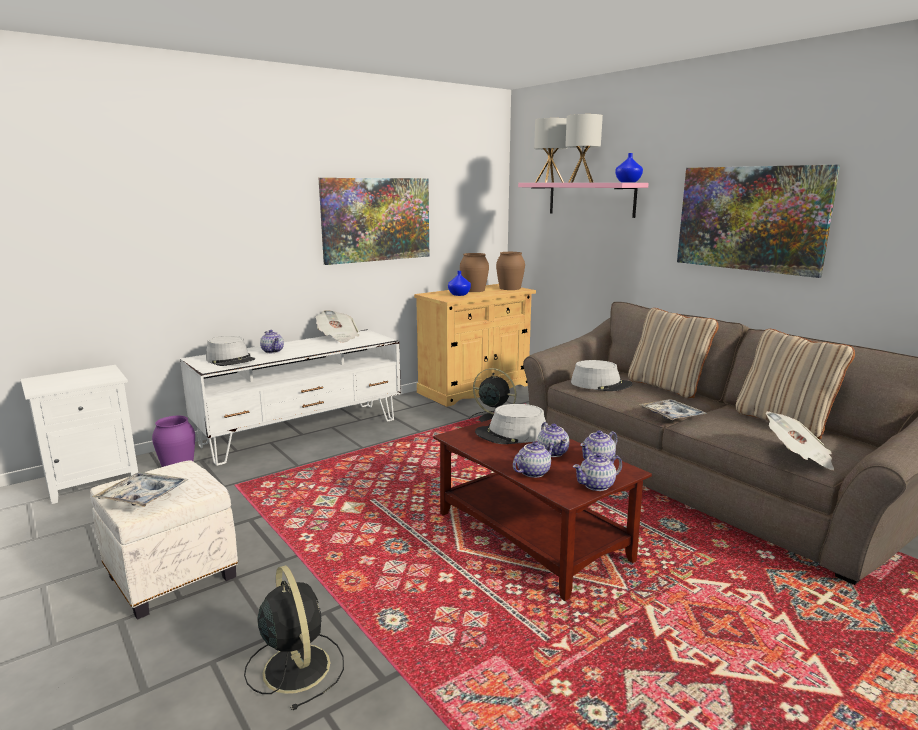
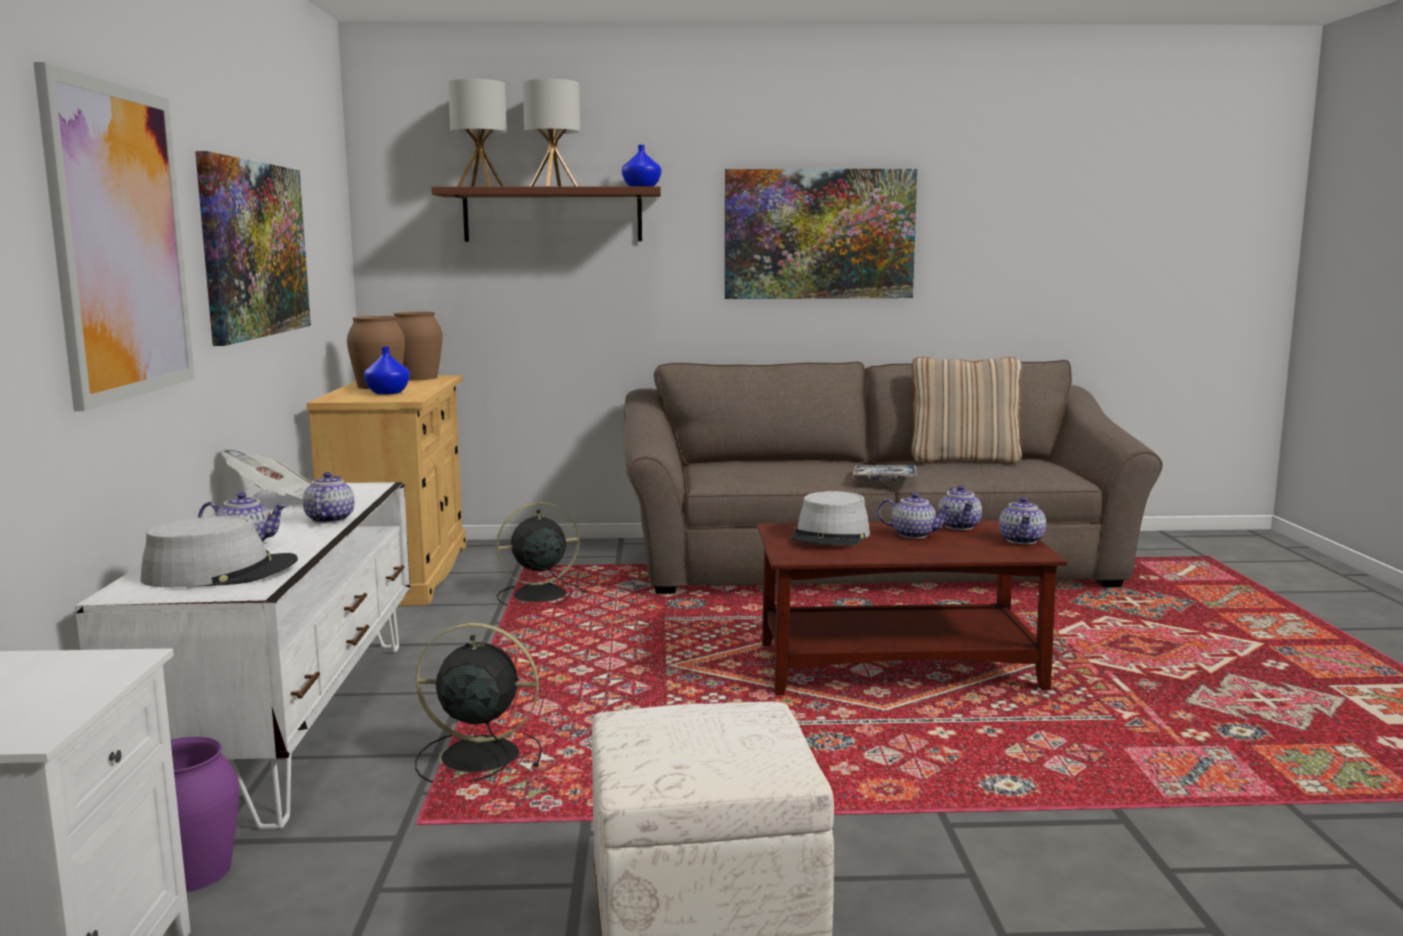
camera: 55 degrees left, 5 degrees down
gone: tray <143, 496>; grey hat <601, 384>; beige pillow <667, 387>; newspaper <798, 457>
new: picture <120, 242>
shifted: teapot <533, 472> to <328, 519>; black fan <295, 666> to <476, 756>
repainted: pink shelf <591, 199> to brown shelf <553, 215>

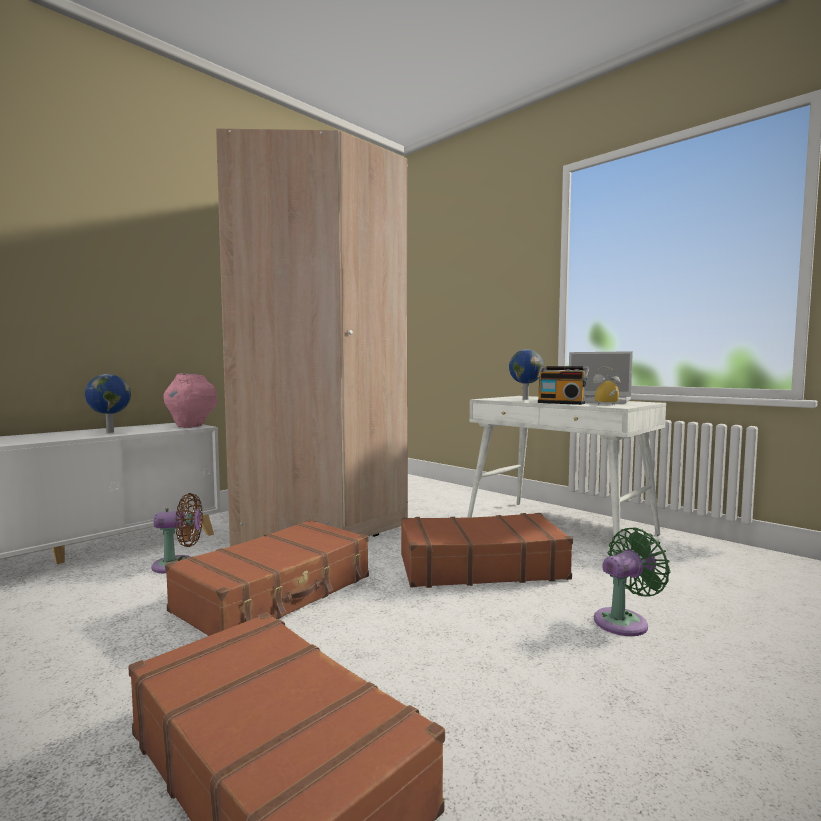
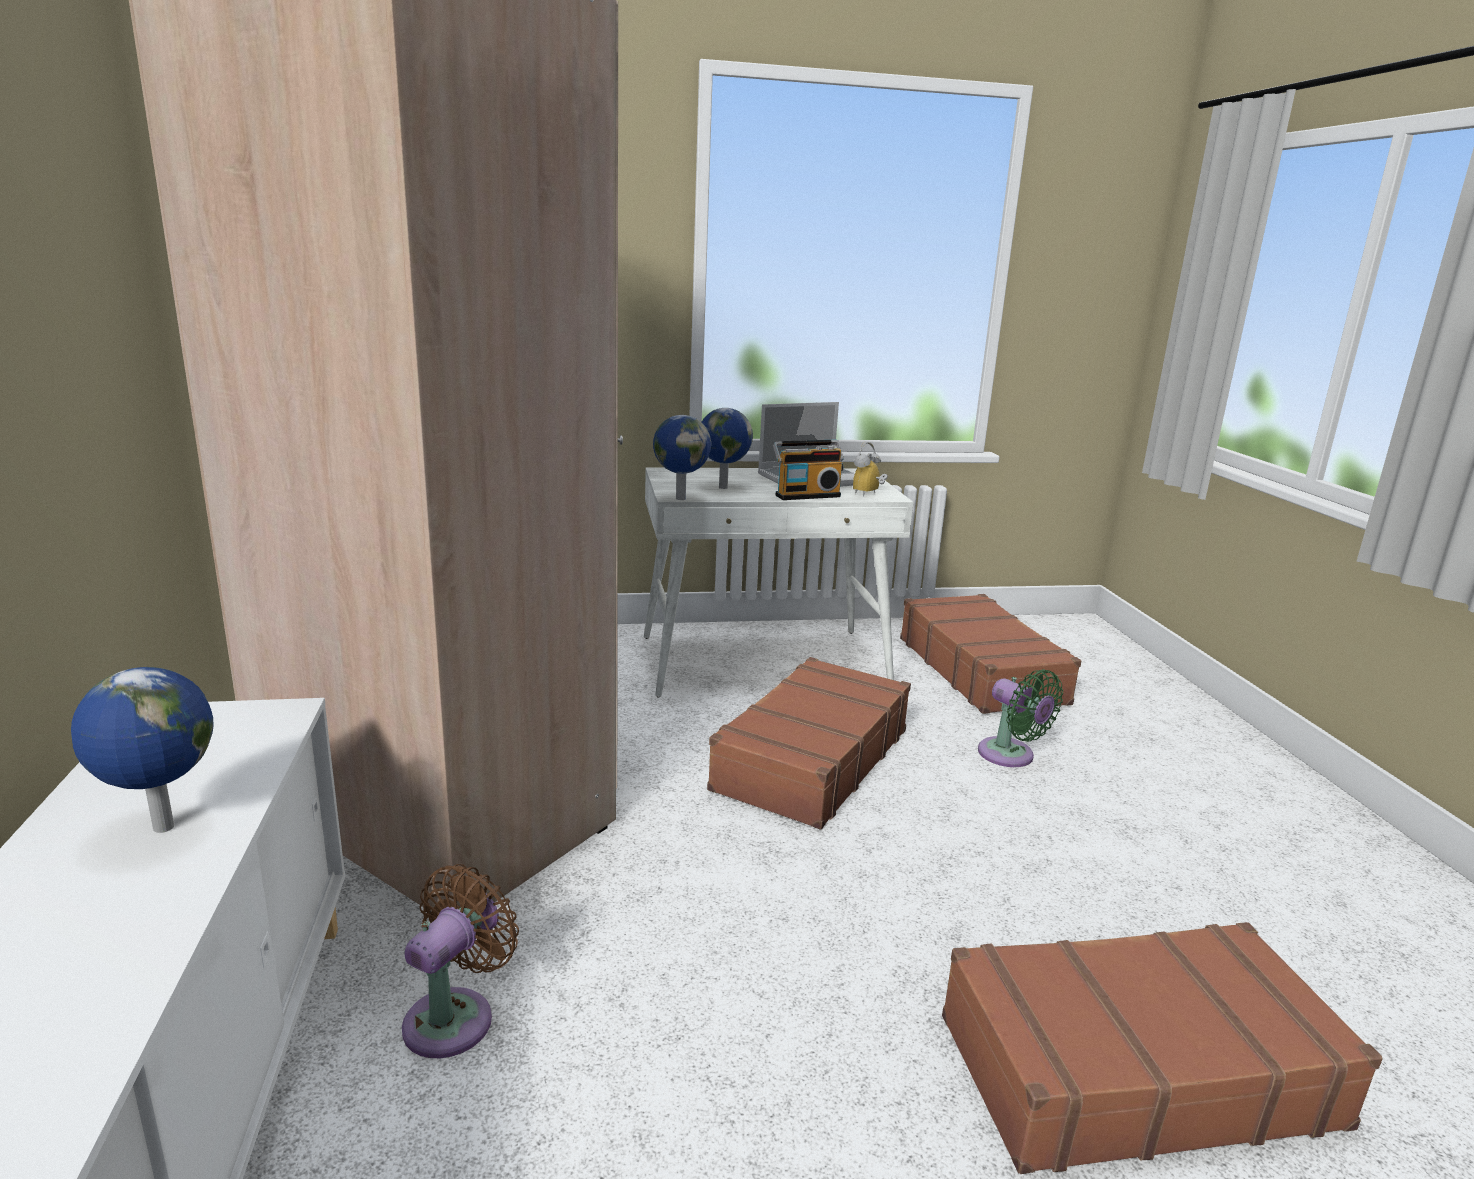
camera: 55 degrees left, 15 degrees up
gone: pink vase <191, 426>
new: globe <680, 498>
shifted: brown suitcase <277, 594> to <981, 670>
rotated: green fan <625, 621> = <1010, 756> 135 degrees clockwise

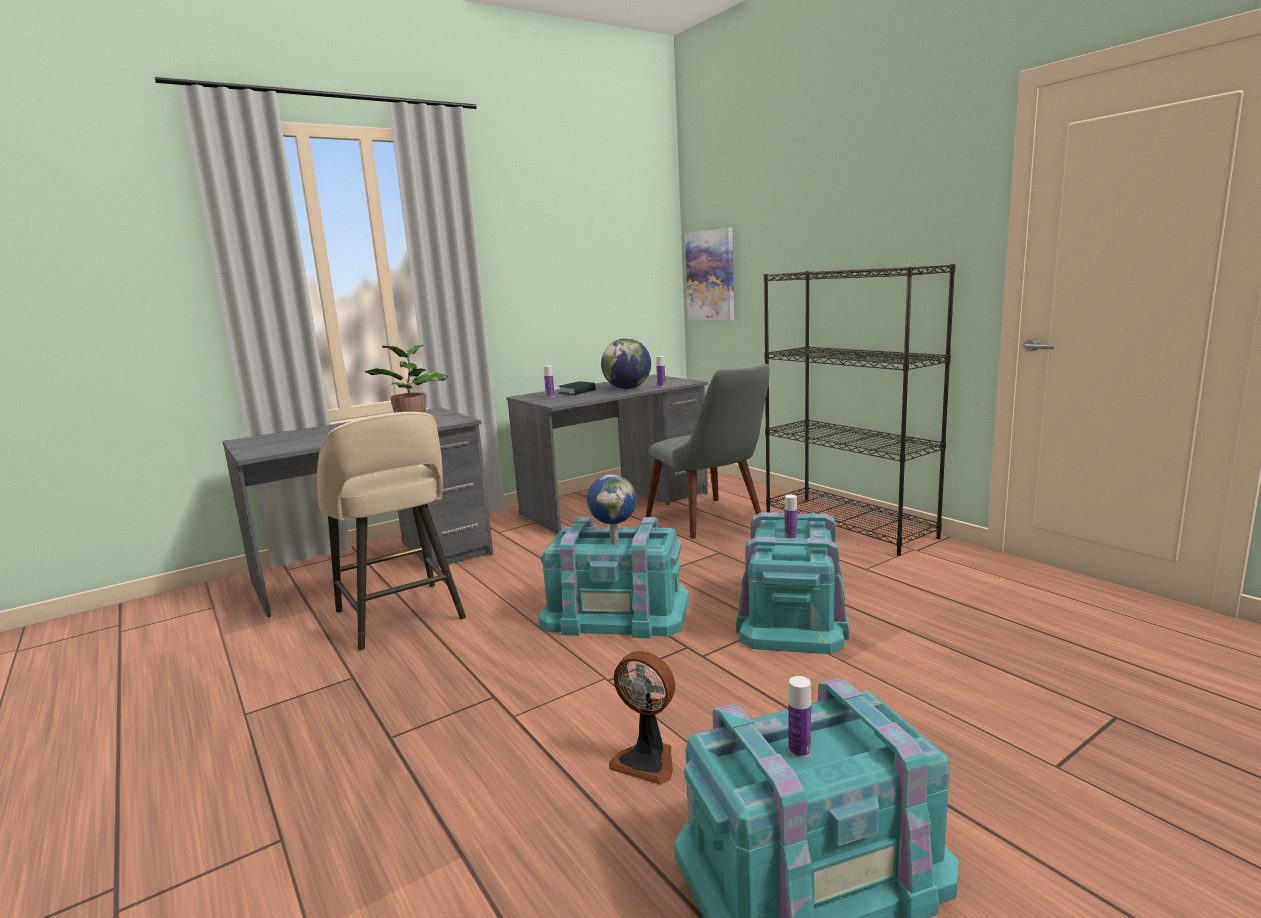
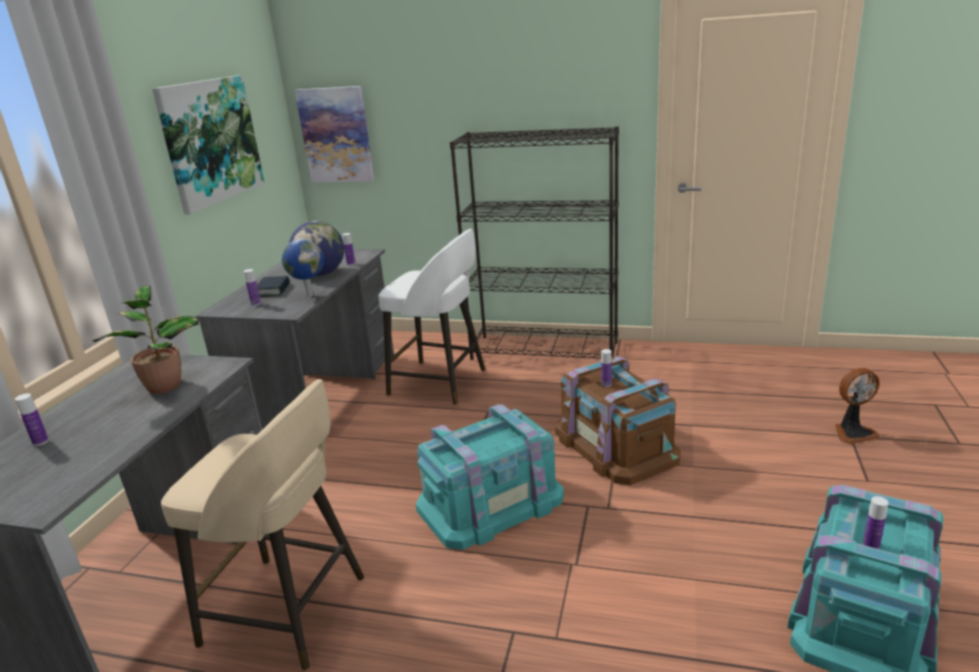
camera: 40 degrees left, 10 degrees up
new: bottle <40, 442>; picture <210, 141>
shifted: globe <614, 544> to <309, 295>; fan <647, 760> to <852, 433>
swapped: grey chair <713, 521> to white stool <440, 383>
repainted: turquoise storage box <793, 615> to brown storage box <616, 444>

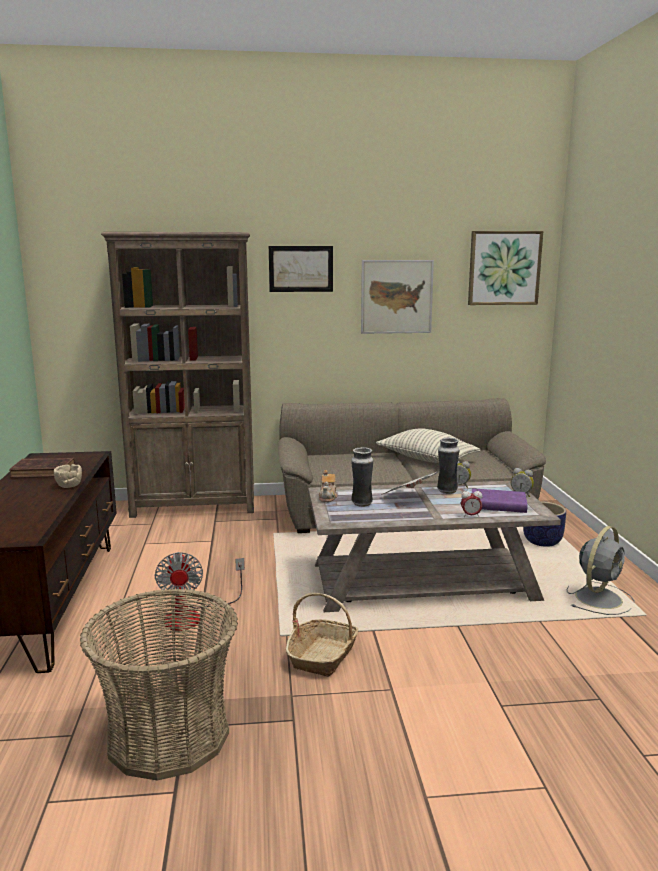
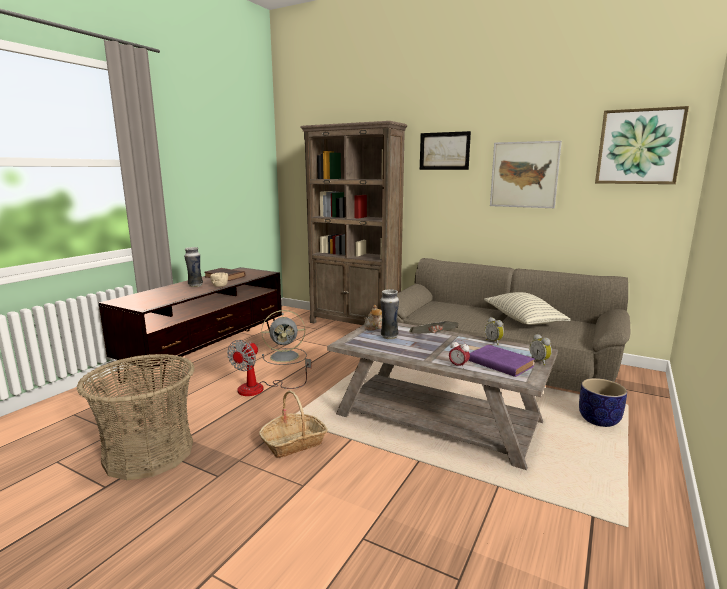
camera: 35 degrees right, 0 degrees up
shifted: vase <446, 491> to <195, 285>; grey fan <599, 598> to <286, 356>

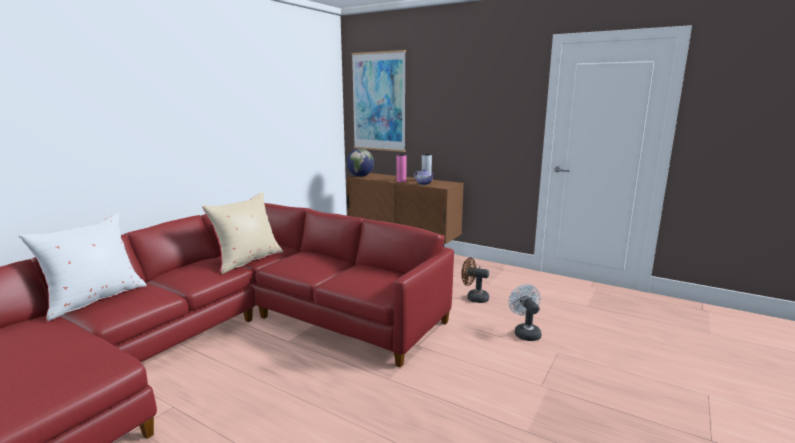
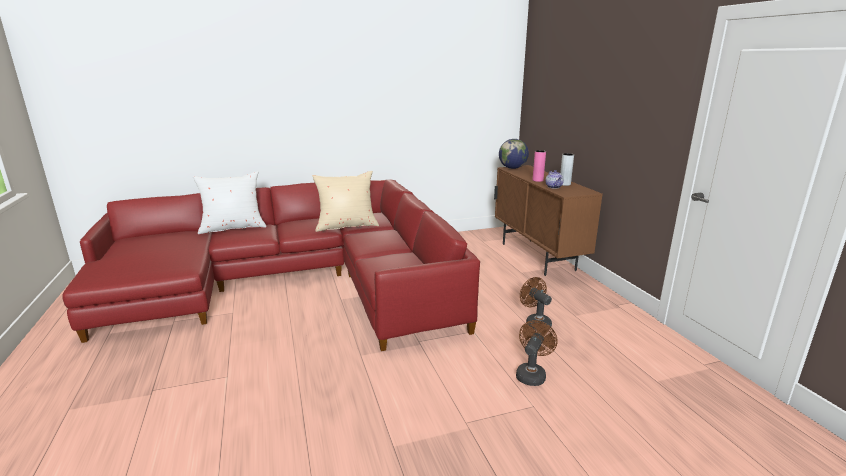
camera: 40 degrees right, 5 degrees up
gone: picture <379, 102>
repainted: white fan <525, 332> to brown fan <532, 374>

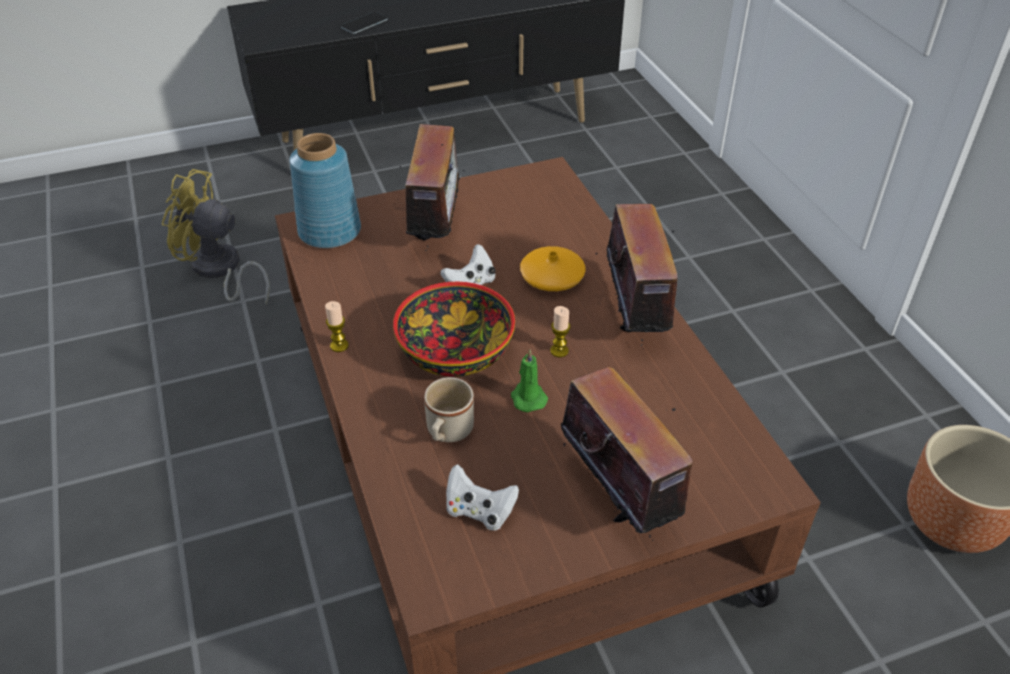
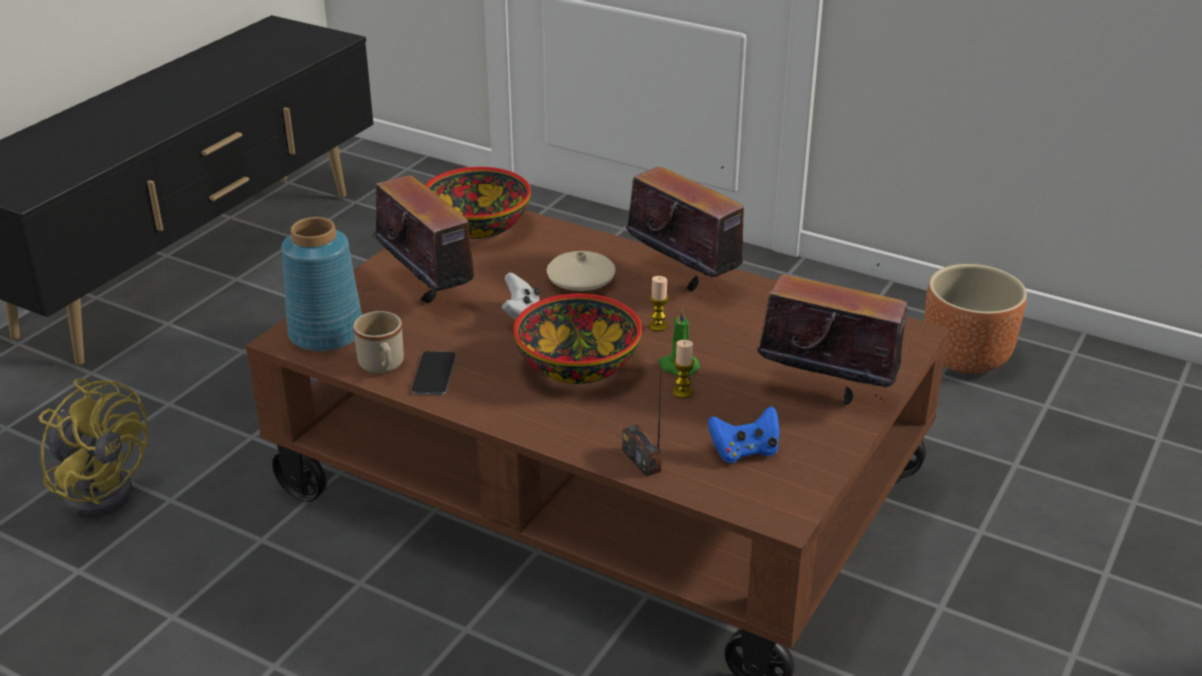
camera: 40 degrees left, 10 degrees down
new: bowl <478, 227>; radio <641, 460>
shifted: beige mug <447, 433> to <383, 367>; phone <364, 23> to <434, 374>; candle <339, 345> to <682, 392>
repainted: orange vase <552, 277> to beige vase <581, 280>; white game controller <479, 511> to blue game controller <744, 451>
rotated: yellow fan <219, 271> = <102, 488> 120 degrees counterclockwise

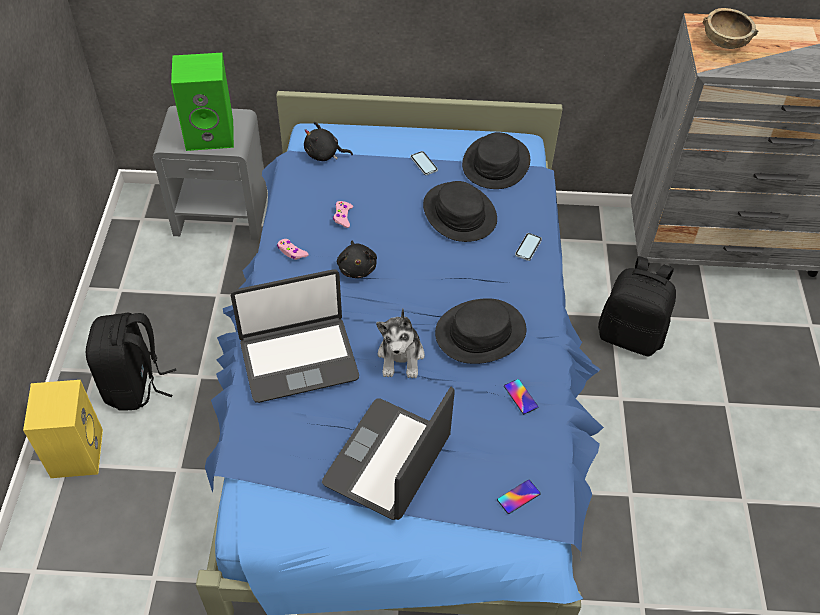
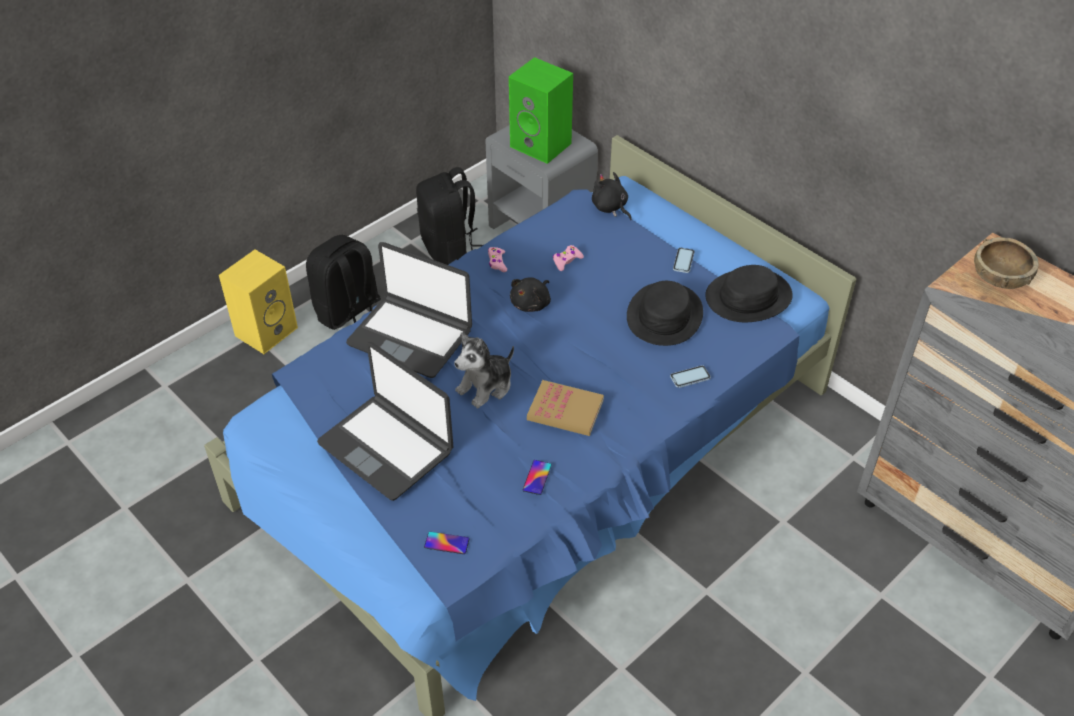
camera: 45 degrees right, 5 degrees down
shifted: black backpack <630, 335> to <449, 248>
swapped: black hat <480, 332> to book <565, 410>
rotated: laptop <389, 460> = <387, 447> 120 degrees counterclockwise

